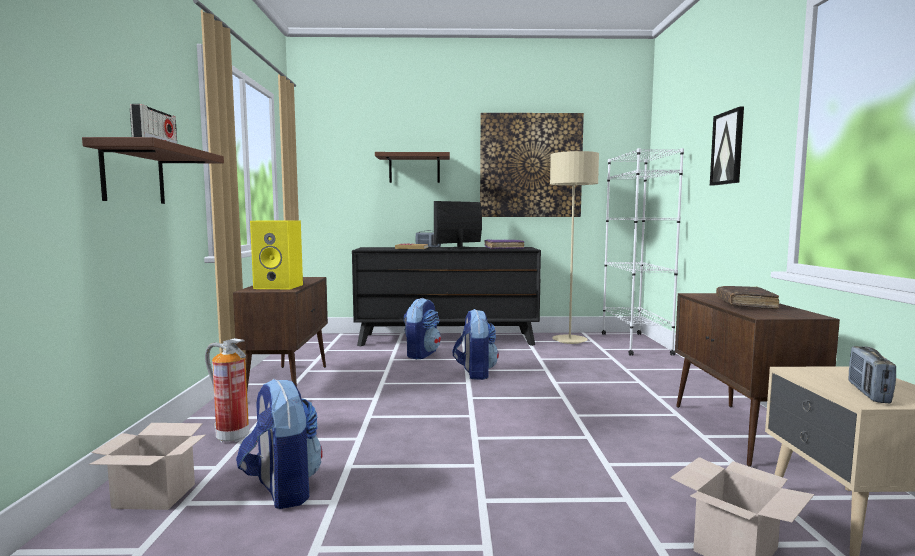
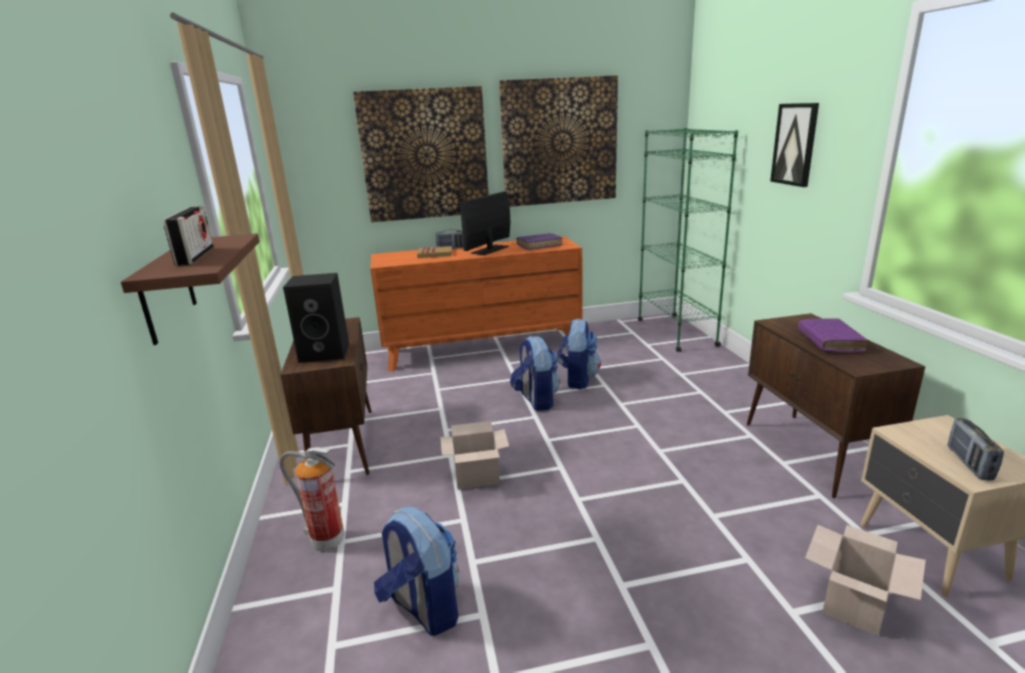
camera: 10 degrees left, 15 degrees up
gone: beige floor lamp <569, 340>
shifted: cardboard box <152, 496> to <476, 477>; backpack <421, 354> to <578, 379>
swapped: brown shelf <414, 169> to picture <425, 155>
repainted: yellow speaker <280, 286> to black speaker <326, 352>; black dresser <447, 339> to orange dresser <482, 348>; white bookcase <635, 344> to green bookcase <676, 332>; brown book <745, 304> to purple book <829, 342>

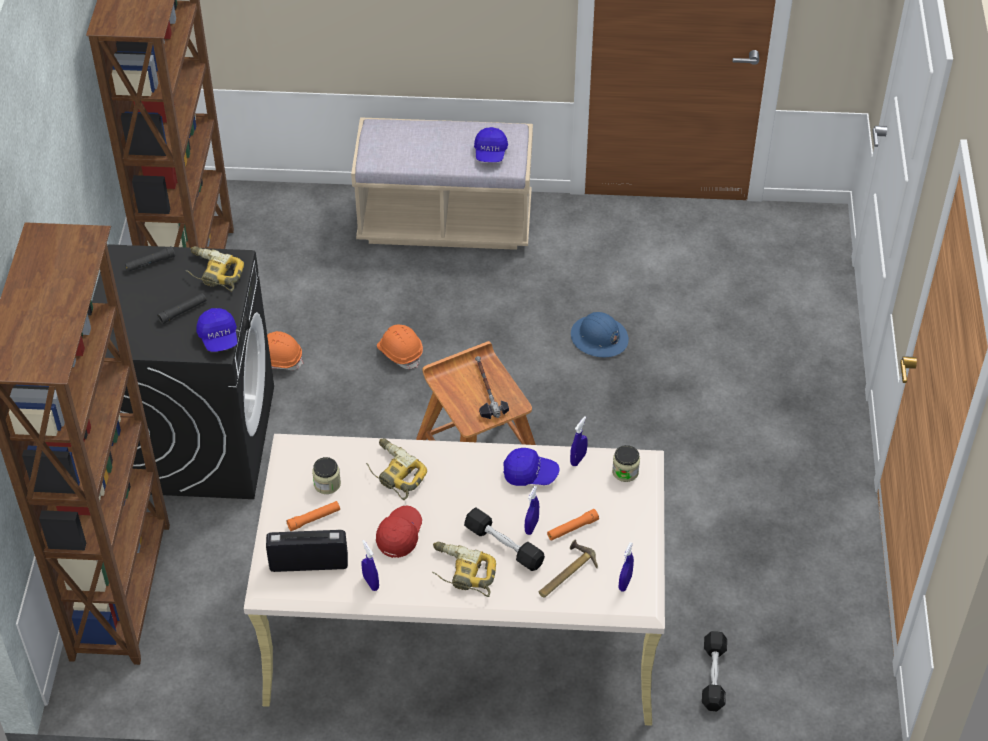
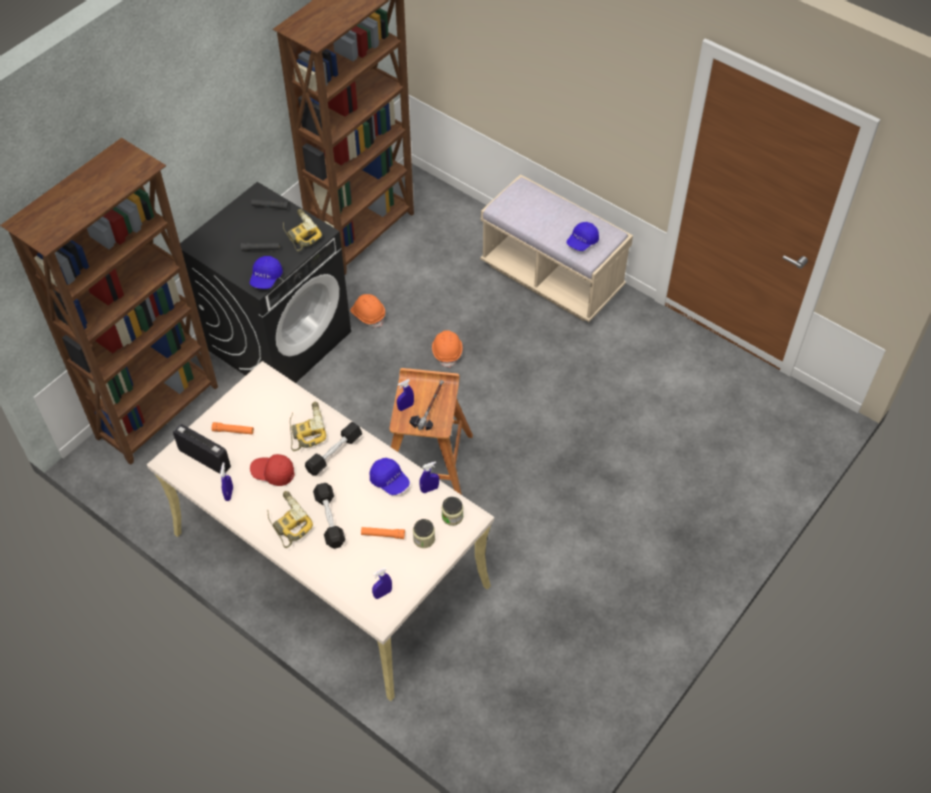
camera: 35 degrees right, 5 degrees up
gone: hammer <564, 573>; blue hard hat <599, 338>
shifted: black dumbbell <713, 676> to <334, 453>; blue spray bottle <531, 527> to <405, 407>; jar <327, 484> to <424, 539>
rotated: red cap <400, 535> = <273, 473> 135 degrees counterclockwise

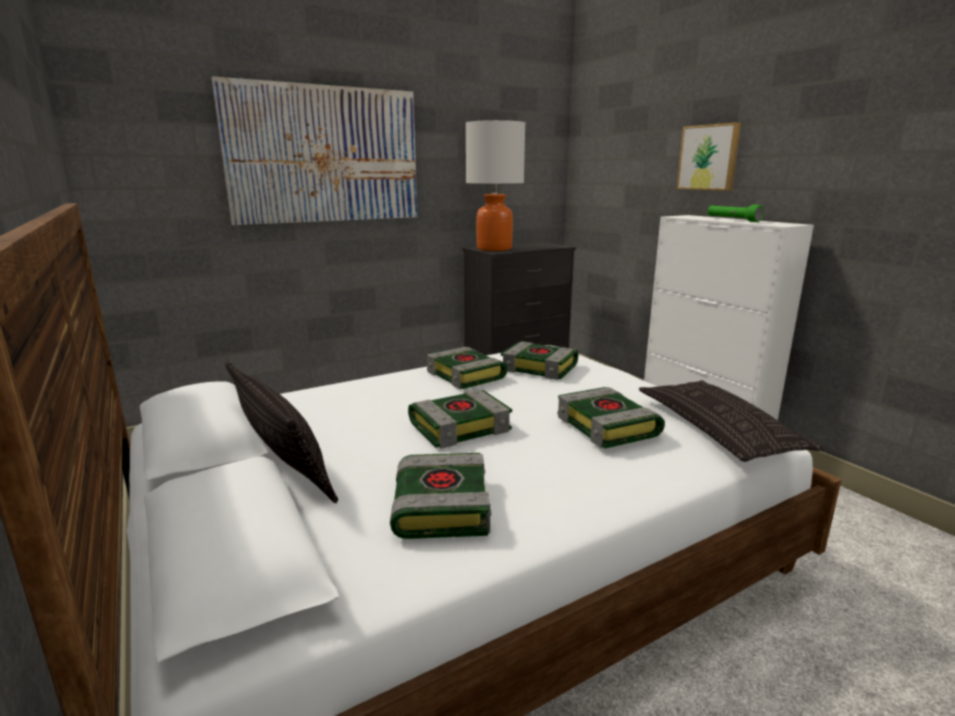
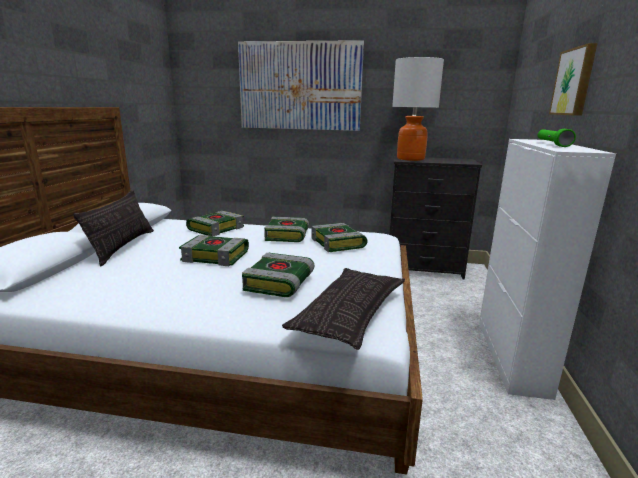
camera: 40 degrees right, 0 degrees up
shifted: book <439, 506> to <216, 228>

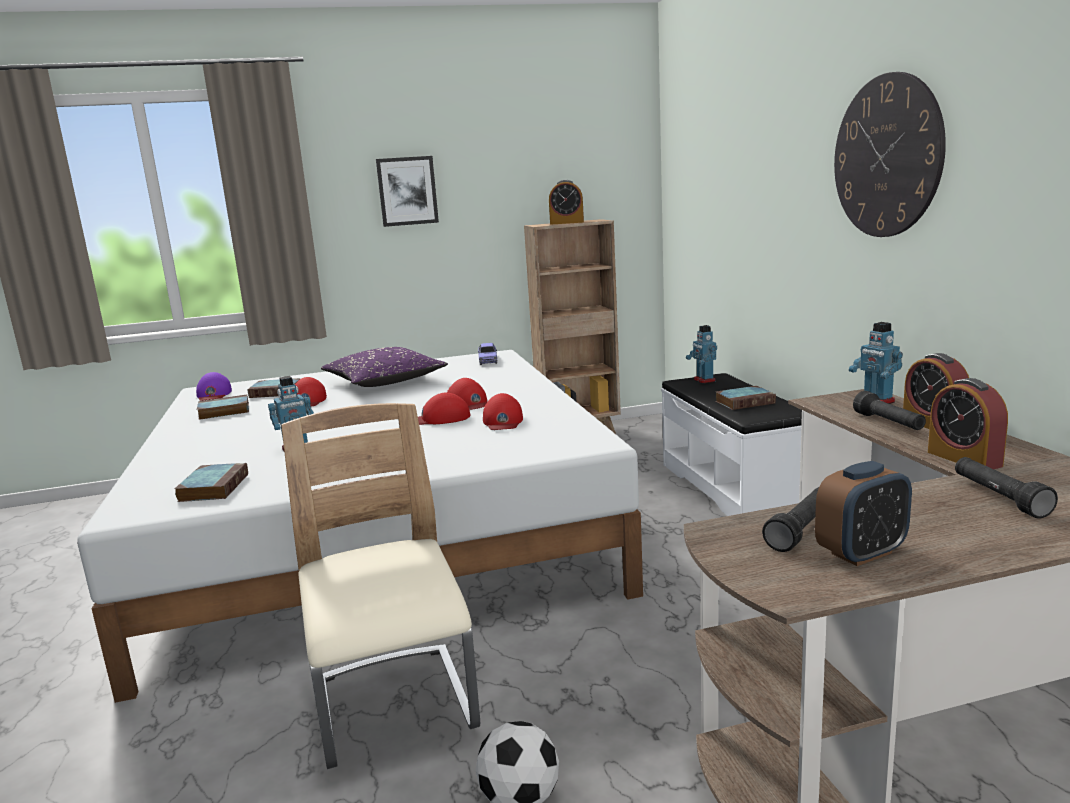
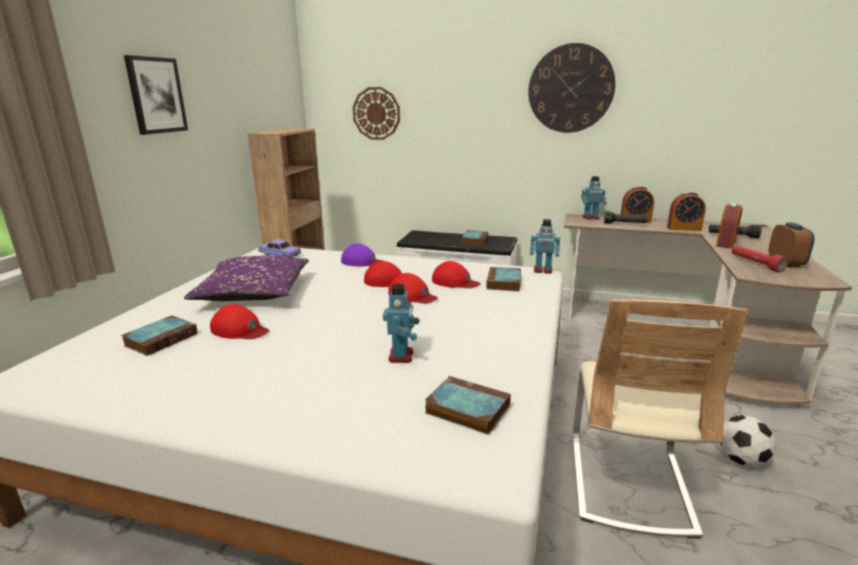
camera: 60 degrees left, 5 degrees up
new: wall clock <376, 113>
shifted: purple cap <214, 394> to <362, 262>; book <223, 411> to <504, 283>; toy robot <704, 380> to <543, 270>; alarm clock <567, 223> to <726, 243>
repainted: black flashlight <801, 530> to red flashlight <755, 264>
rotated: red cap <440, 418> = <412, 295> 75 degrees counterclockwise; beige chair <394, 707> = <628, 483> 90 degrees counterclockwise

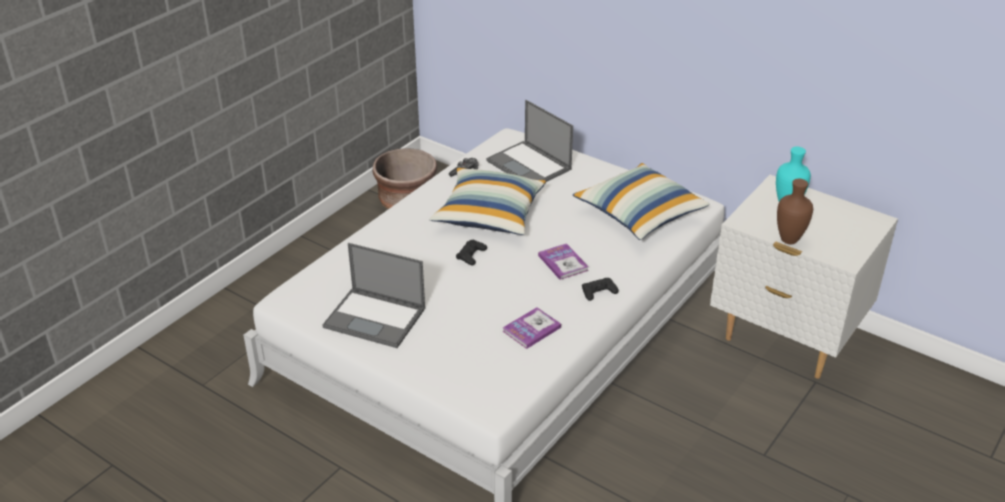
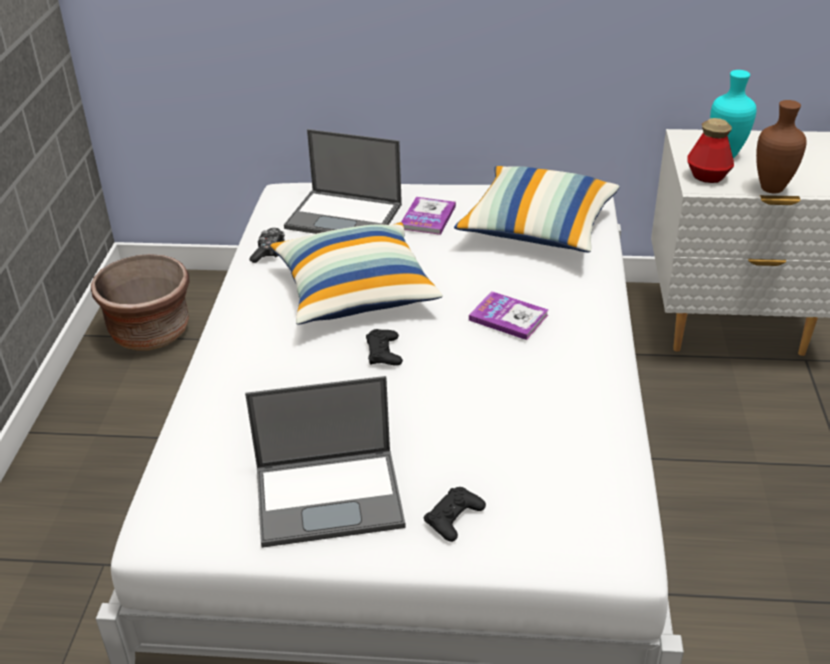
camera: 30 degrees left, 0 degrees up
new: bottle <707, 176>
shifted: book <531, 329> to <428, 217>; black game controller <598, 292> to <454, 518>

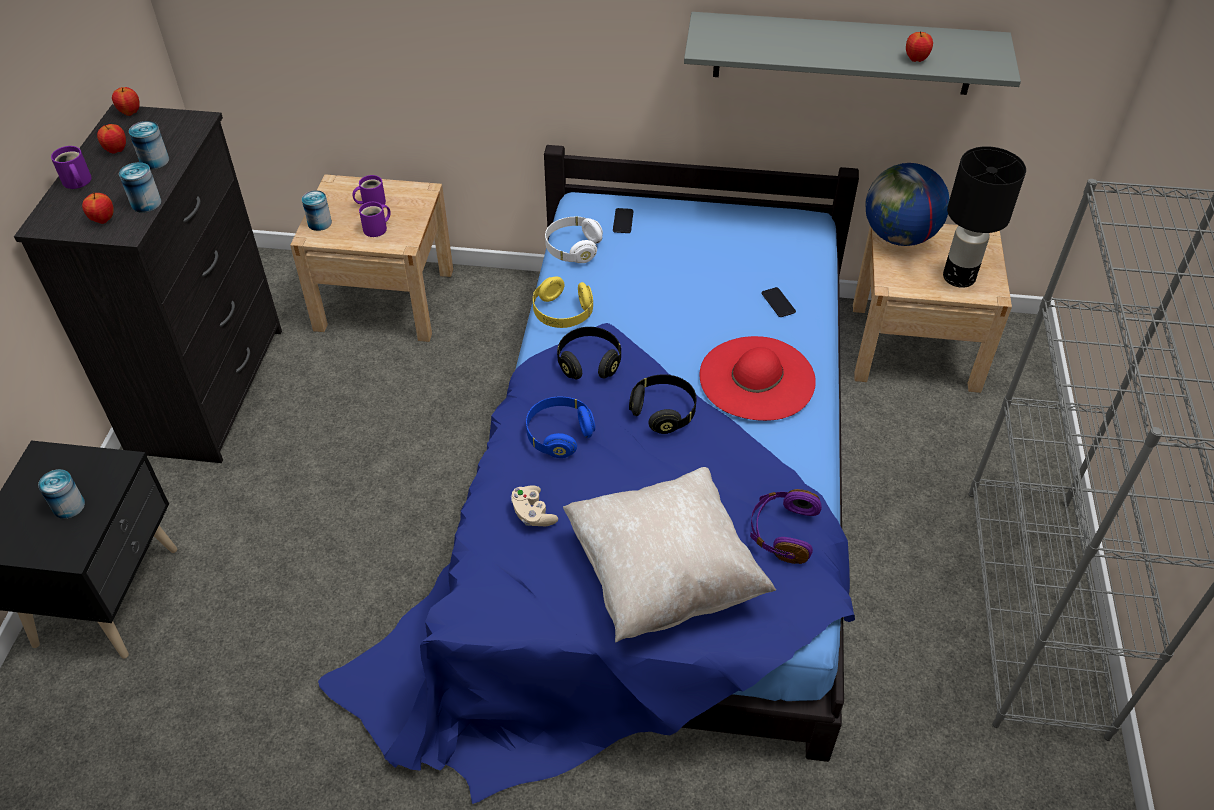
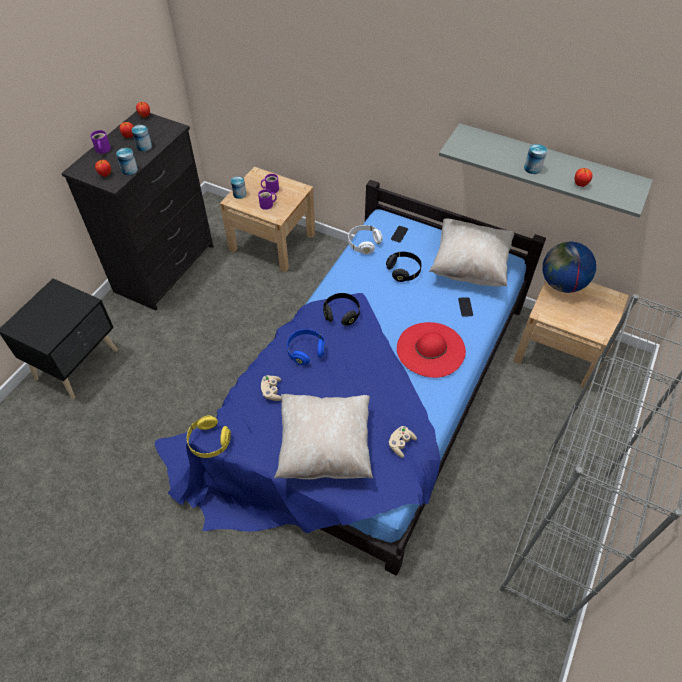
camera: 20 degrees right, 5 degrees up
gone: black table lamp <958, 277>
new: beige pillow <469, 267>
shifted: yellow headphones <562, 313> to <209, 442>; black headphones <663, 412> to <404, 271>; can <69, 506> to <532, 168>
swapped: purple headphones <782, 532> to beige game controller <401, 444>

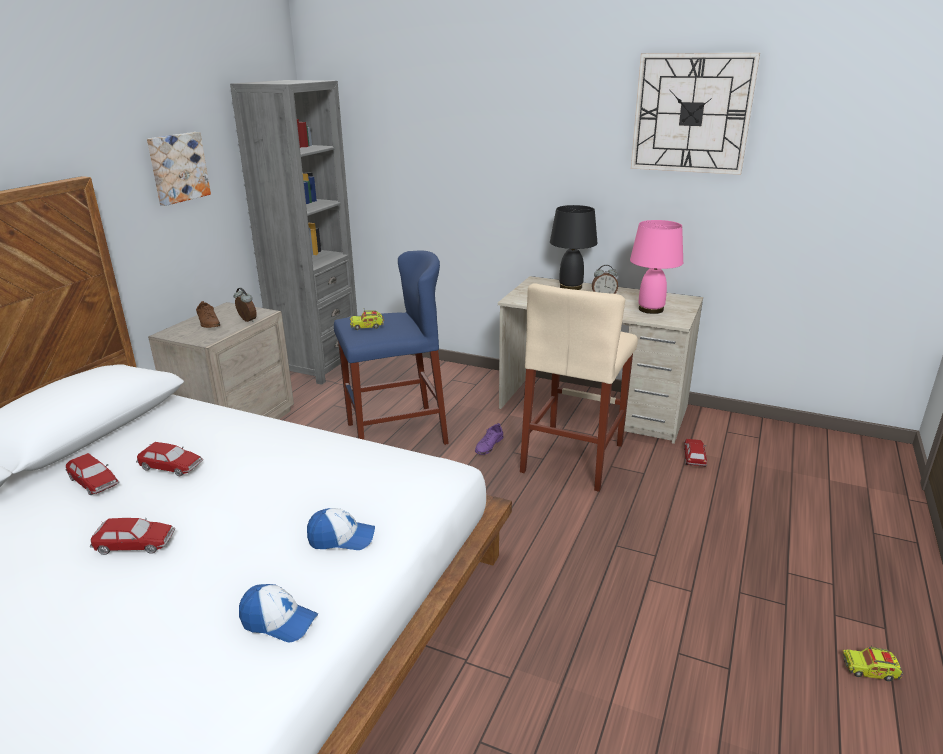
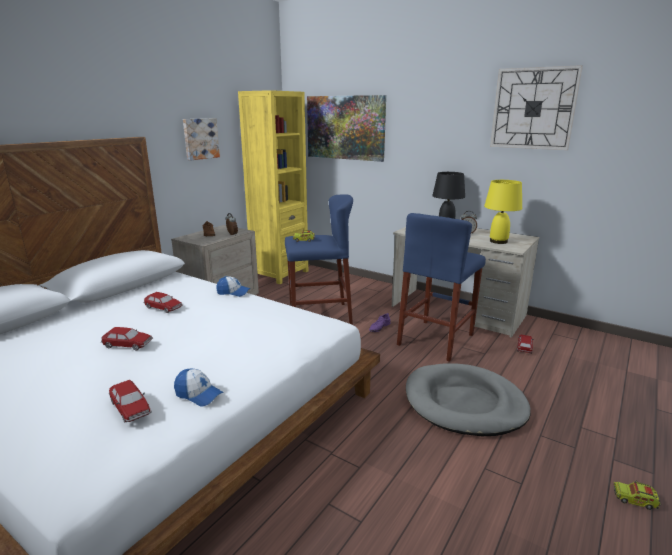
camera: 10 degrees right, 5 degrees down
new: picture <345, 127>; grey dog bed <464, 403>
shifted: toy car <94, 482> to <131, 408>; cap <341, 538> to <233, 292>
repainted: grey bookcase <317, 365> to yellow bookcase <279, 273>; beige stool <573, 457> to blue stool <436, 339>; pink table lamp <650, 309> to yellow table lamp <498, 241>

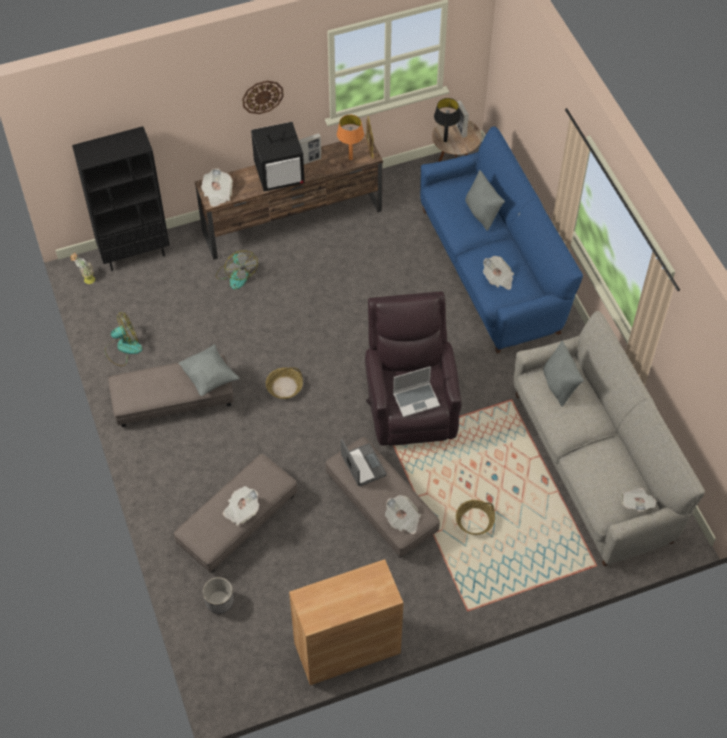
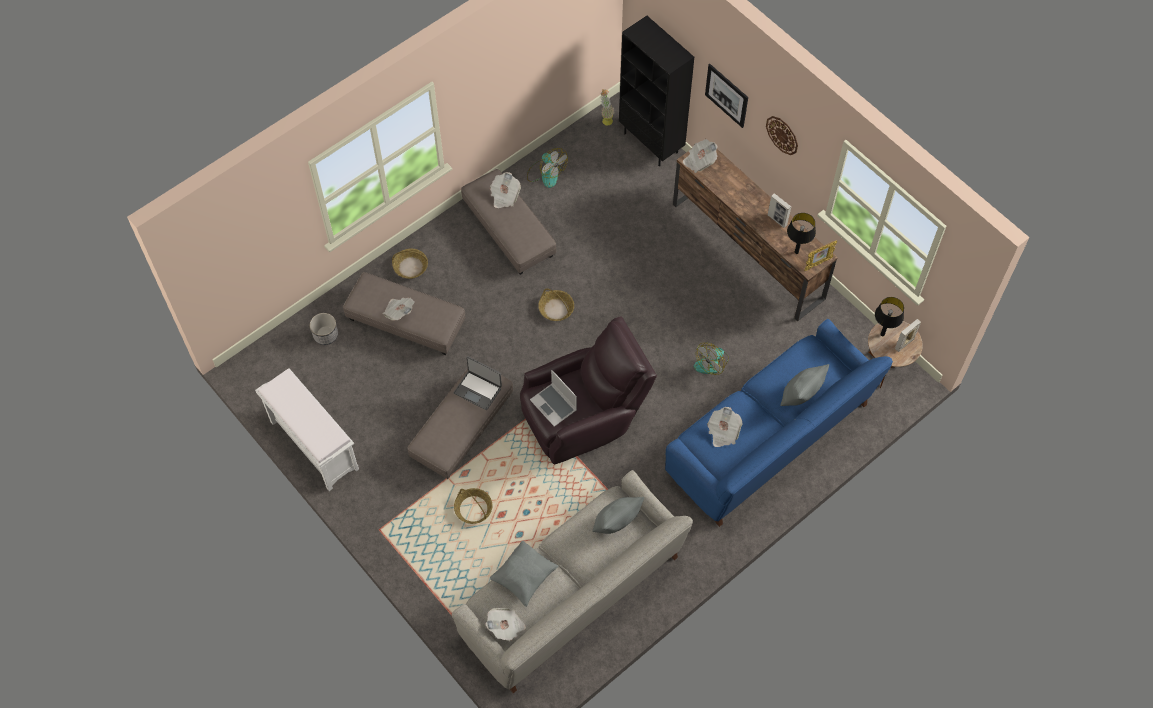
camera: 70 degrees right, 5 degrees up
gone: television <280, 174>
new: basket <410, 267>; picture <726, 95>
shifted: newspaper <402, 520> to <504, 196>; grey pillow <209, 377> to <524, 577>; fan <236, 275> to <711, 362>
swapped: brown cabinet <347, 648> to white bench <313, 445>
repainted: orange table lamp <350, 158> to black table lamp <796, 252>
rotated: laptop <362, 466> = <478, 390> 75 degrees clockwise

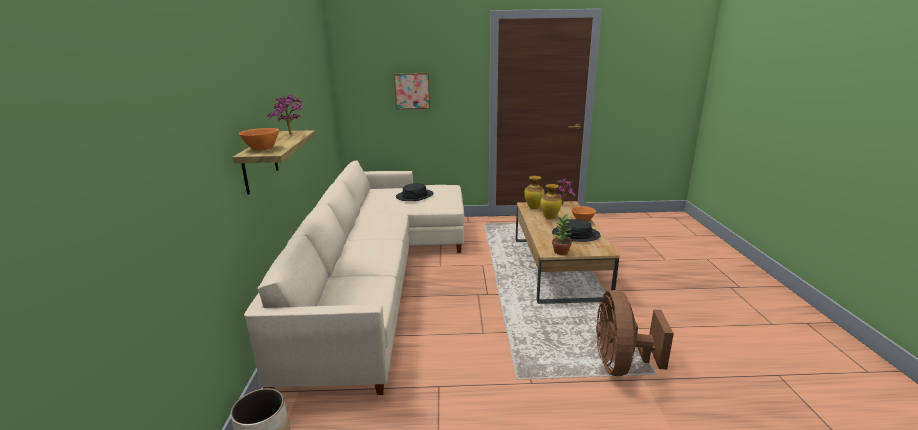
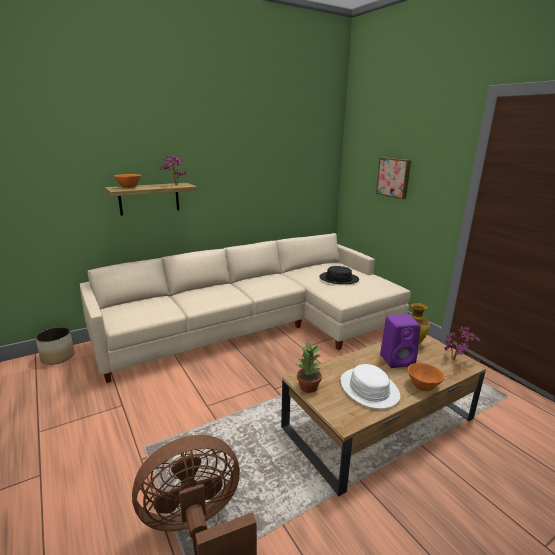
camera: 60 degrees right, 0 degrees up
swapped: vase <549, 217> to purple speaker <398, 360>
repainted: black hat <575, 235> to white hat <369, 389>

